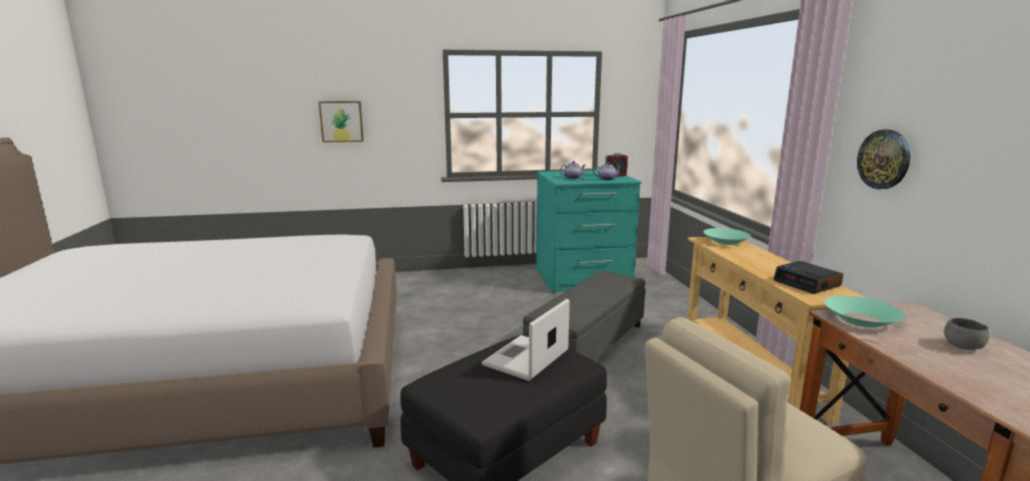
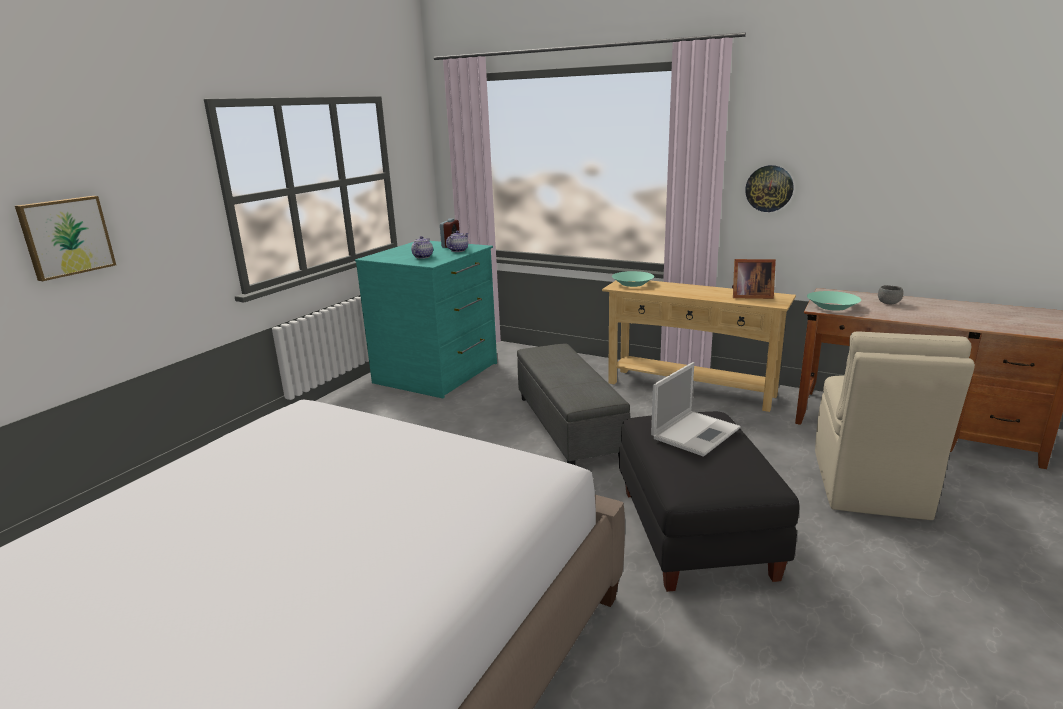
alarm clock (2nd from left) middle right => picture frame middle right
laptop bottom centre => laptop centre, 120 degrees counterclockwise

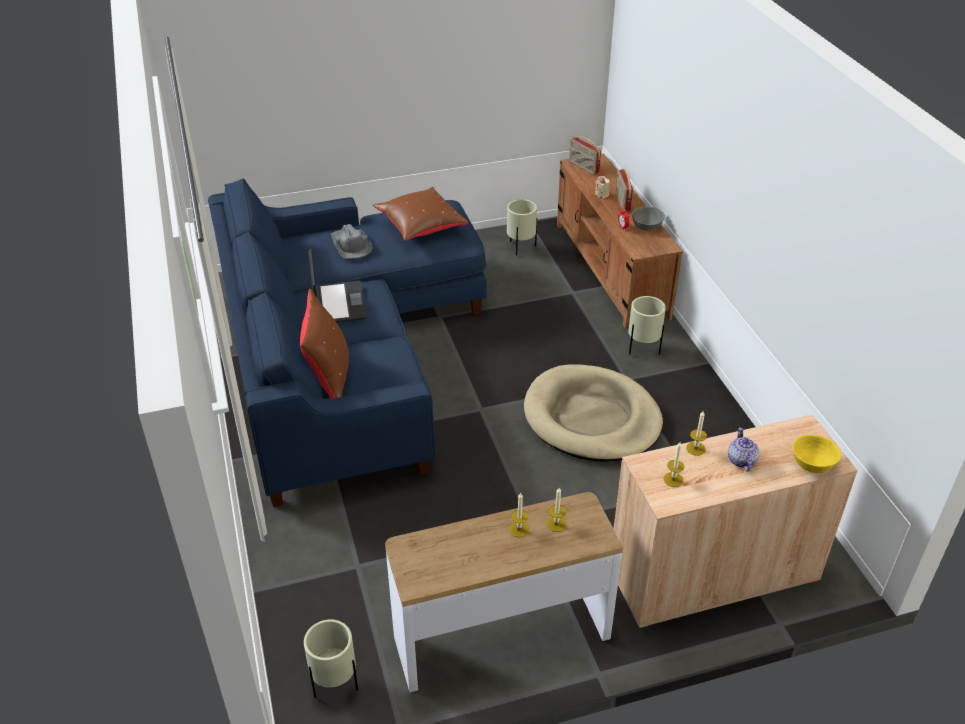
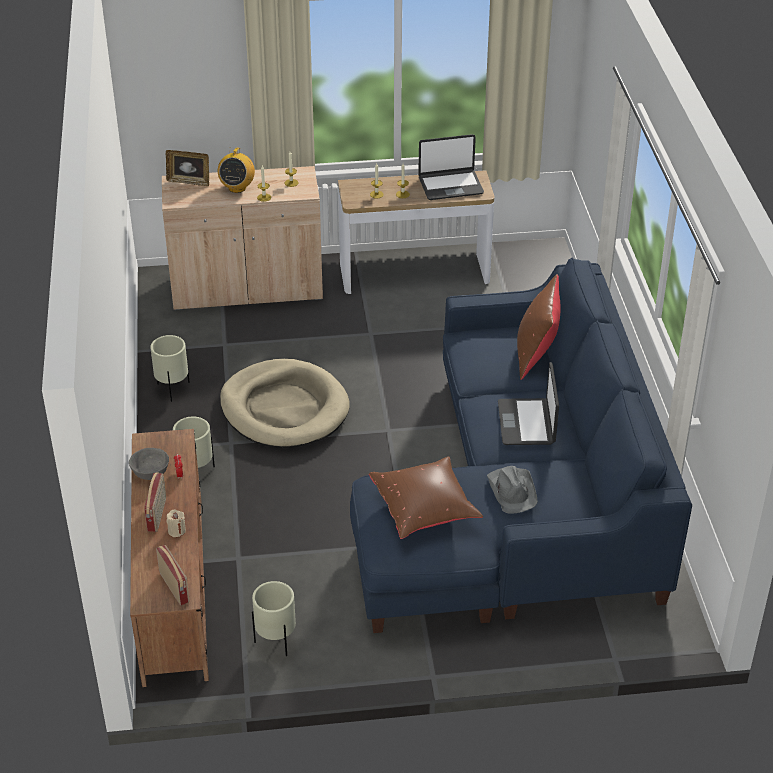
nothing => laptop (1st from left) top centre
planter (beige) (1st from left) bottom centre => planter (beige) (1st from left) middle left, move
teapot middle right => radio (3rd from left) top left
bowl (yellow) middle right => picture frame top left

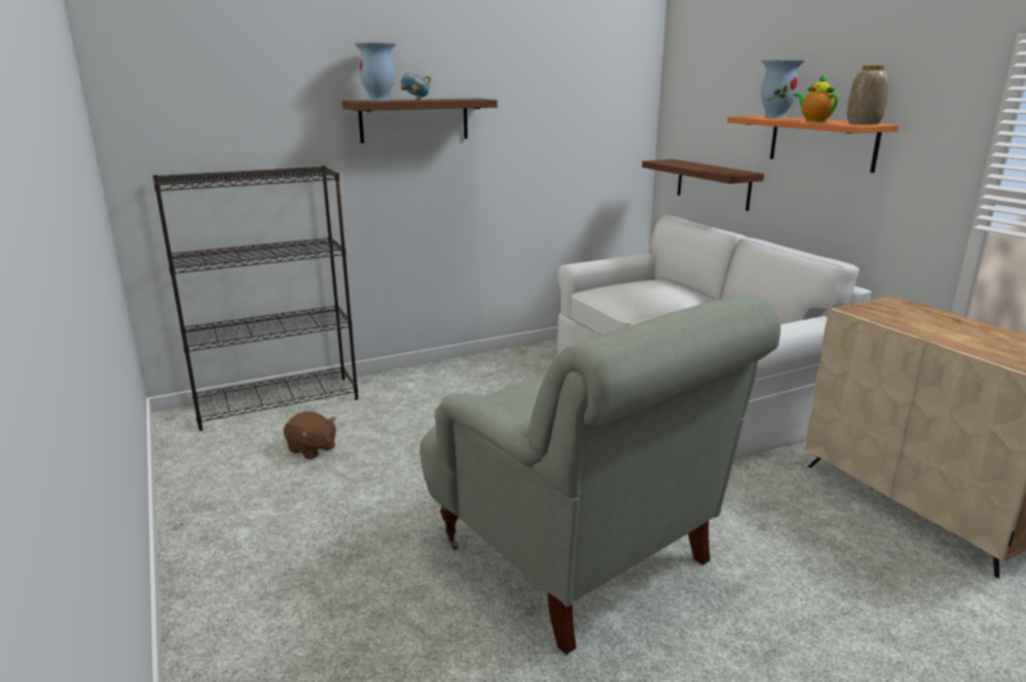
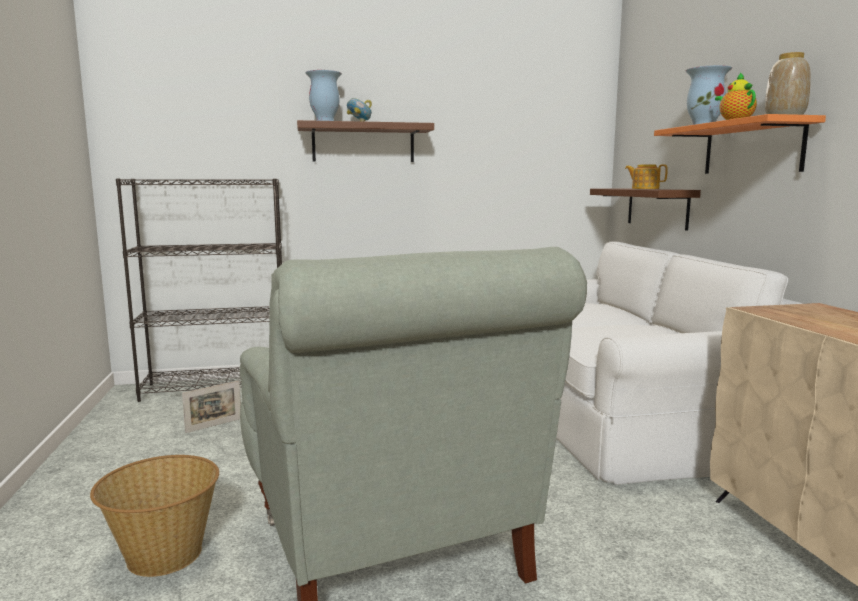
nothing => basket bottom left
nothing => teapot (1st from left) top right
plush toy (brown) middle left => picture frame bottom left

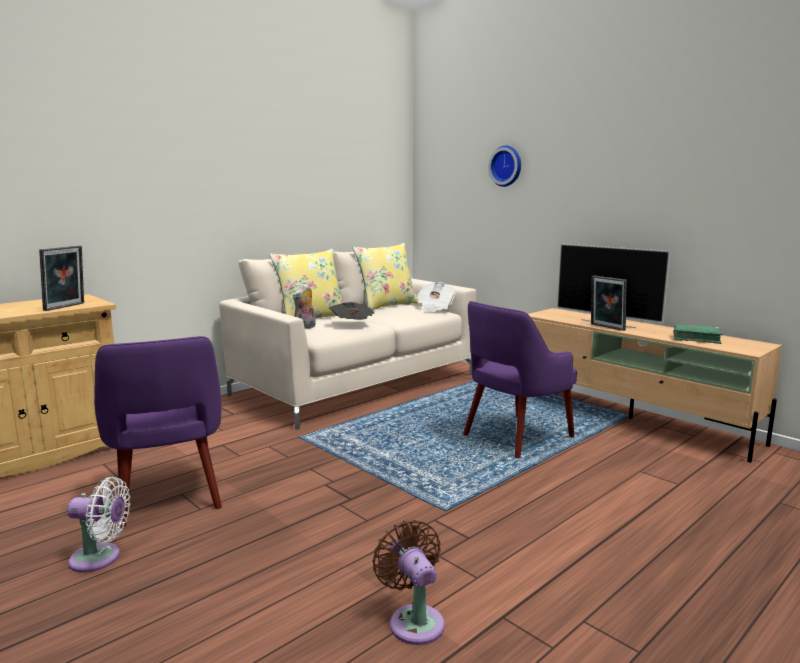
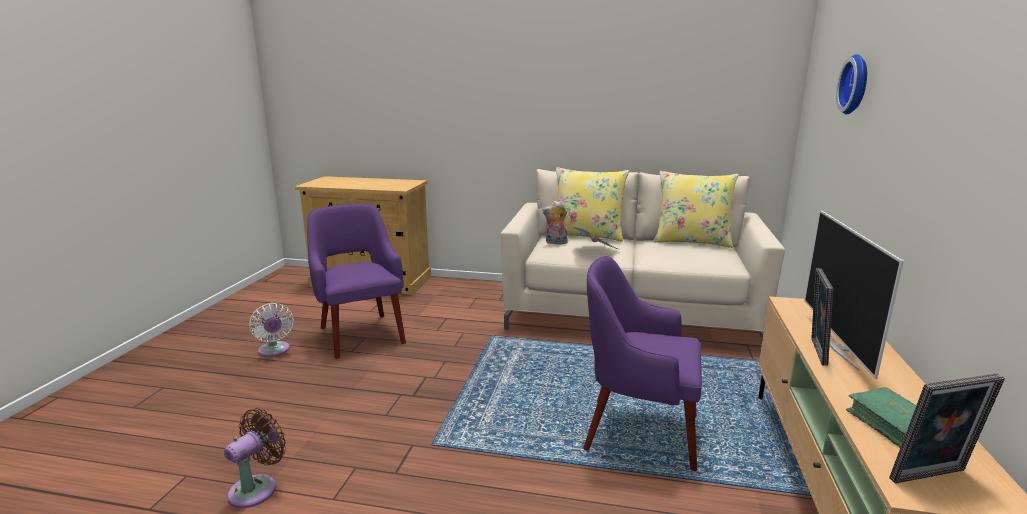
newspaper (2nd from left) centre => nothing
picture frame (1st from left in the first image) middle left => picture frame (2nd from left) bottom right, move
armchair (purple) (1st from left) middle left => armchair (purple) (1st from left) centre, 120 degrees clockwise

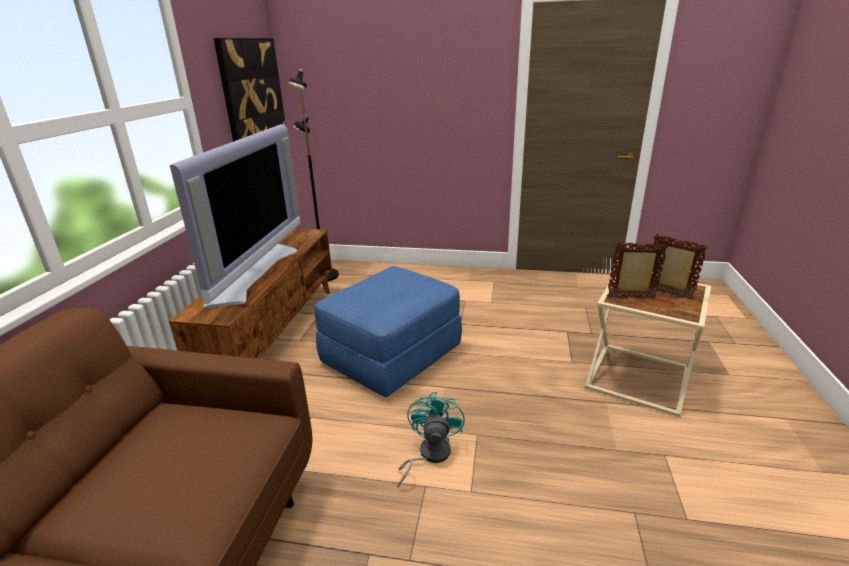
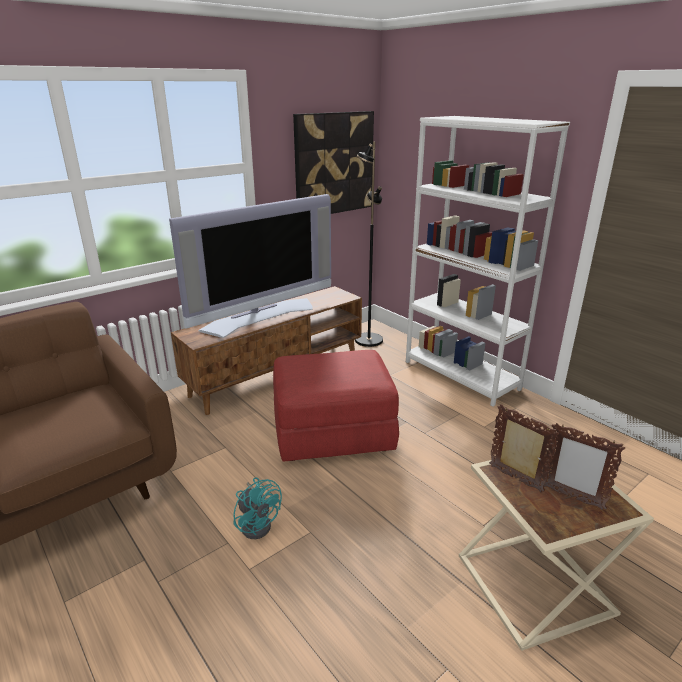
nothing => bookcase (white) middle right
ottoman (blue) centre => ottoman (red) centre
fan (turquoise) bottom centre, 90 degrees clockwise
picture frame (2nd from left) middle right => picture frame (2nd from left) bottom right, 135 degrees clockwise

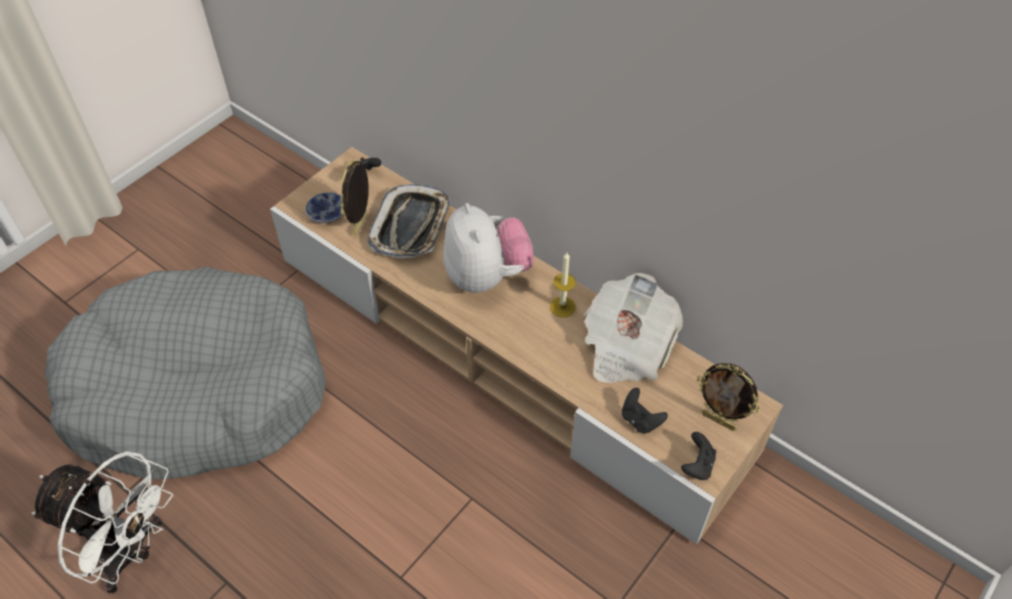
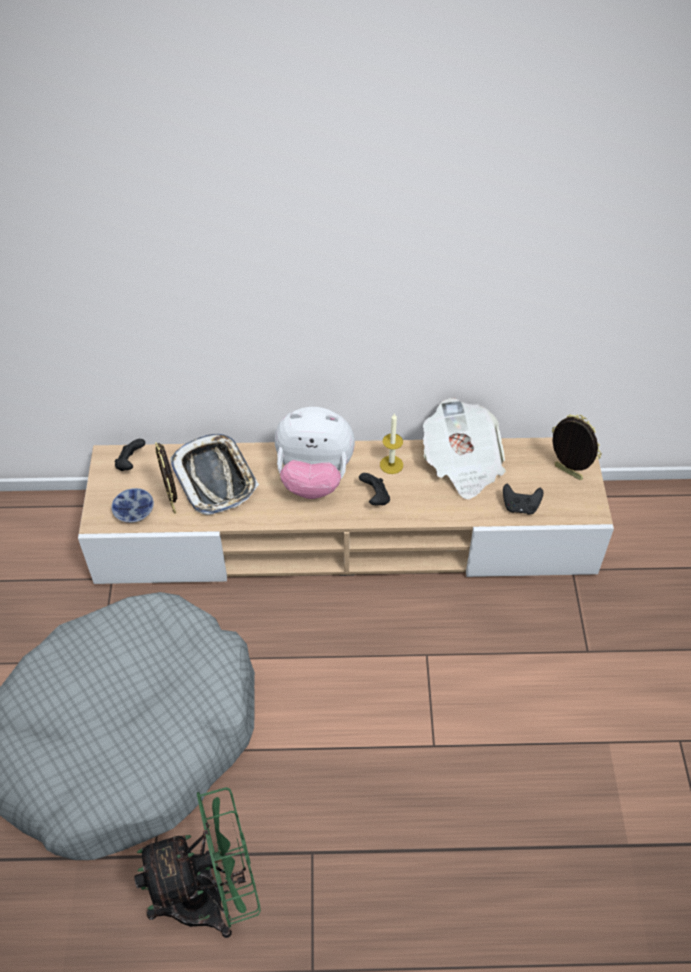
game controller (black) (3rd from left in the first image) bottom right => game controller (black) (2nd from left) centre, move
fan (white) bottom left => fan (green) bottom left
plush toy centre, 150 degrees clockwise
picture frame (2nd from left) middle right, 135 degrees counterclockwise

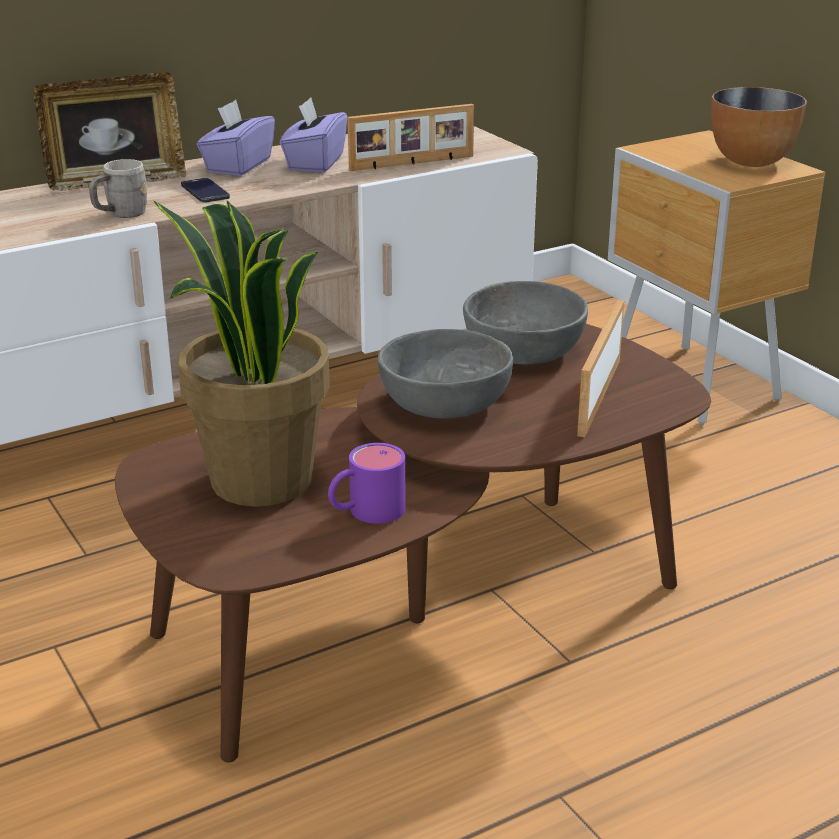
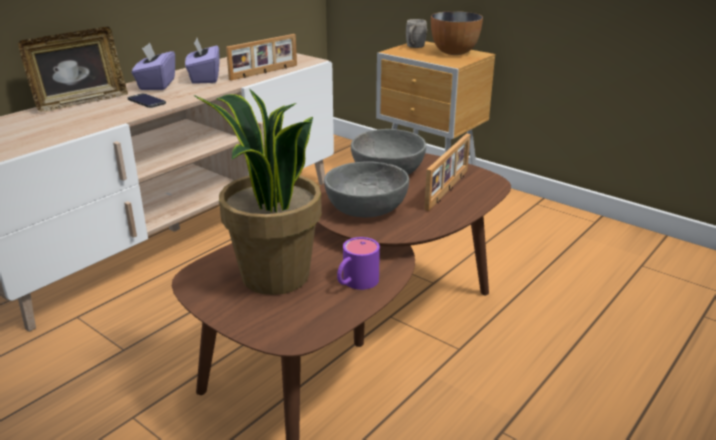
mug (grey) top left => mug (grey) top centre, move
picture frame (3rd from left) middle right => picture frame (3rd from left) centre, 150 degrees counterclockwise

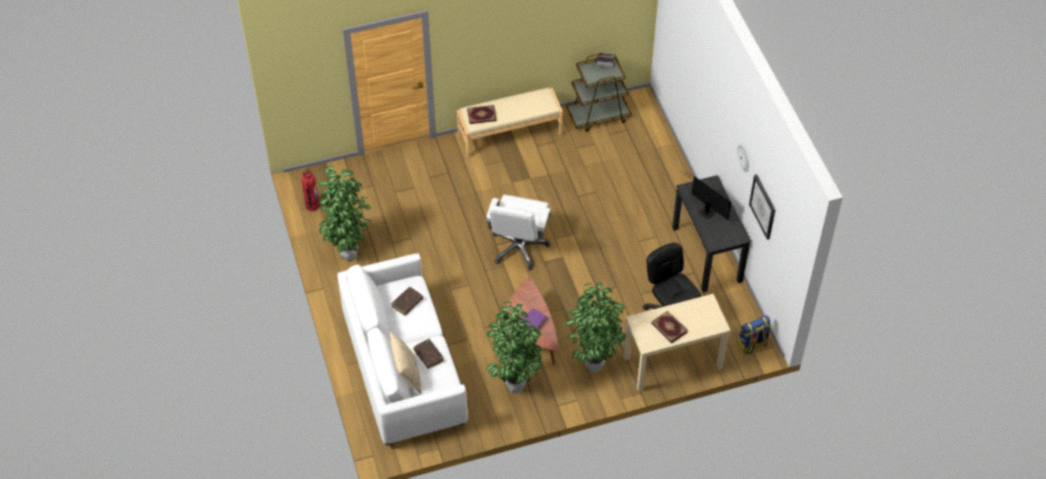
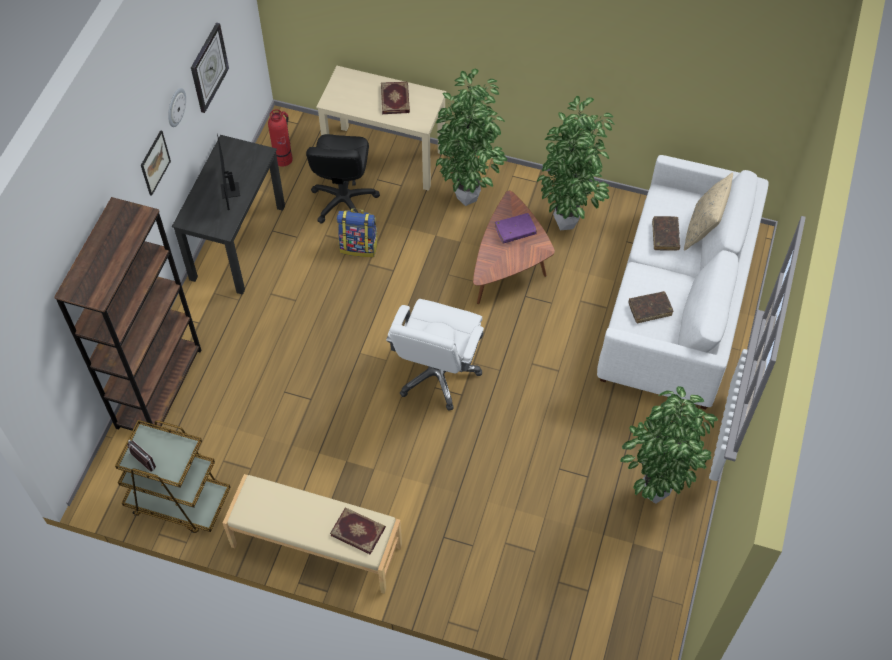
nothing => bookcase (brown) middle left
nothing => picture top left
fire extinguisher middle left => fire extinguisher top left, move
backpack bottom right => backpack centre, move
office chair (white) centre, 150 degrees clockwise

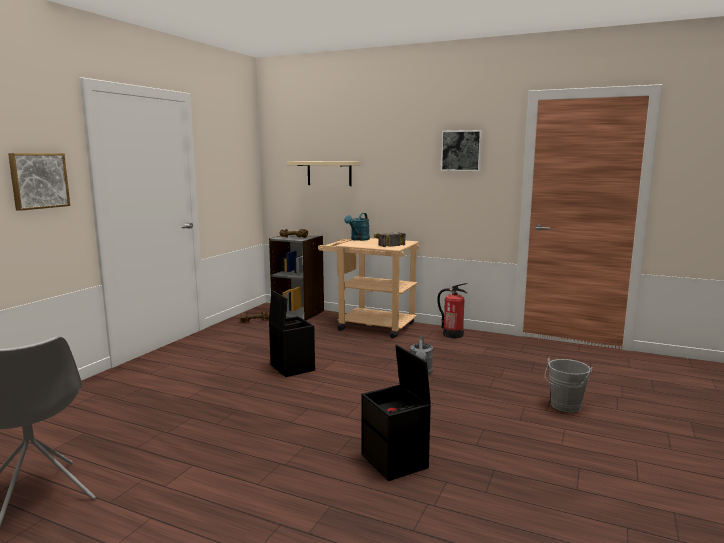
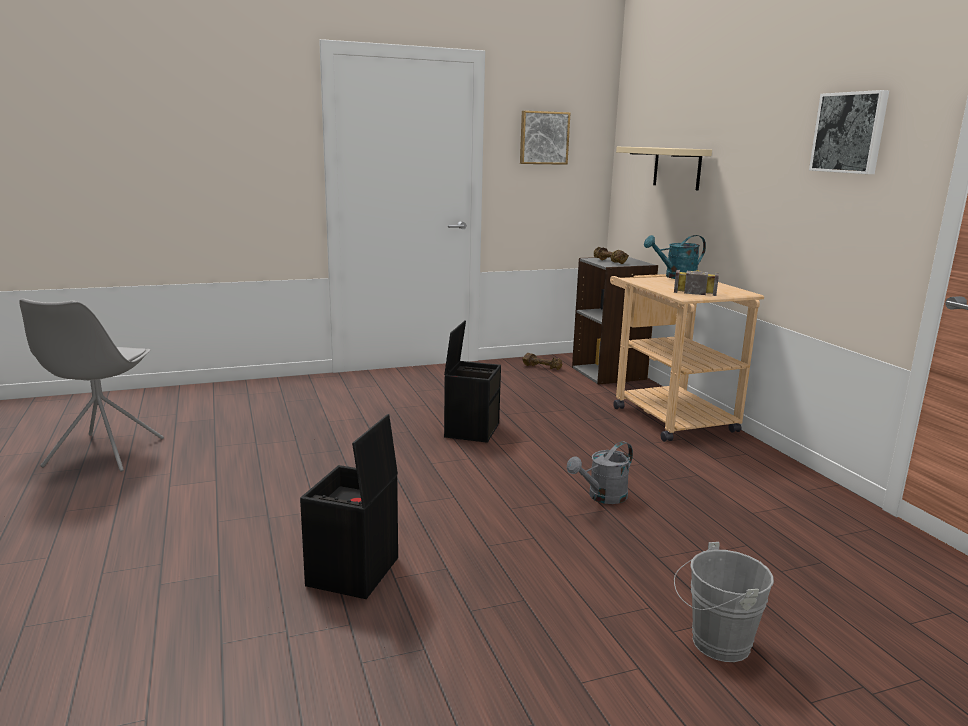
fire extinguisher centre => nothing
picture (1st from left) middle left => picture (1st from left) top centre, move

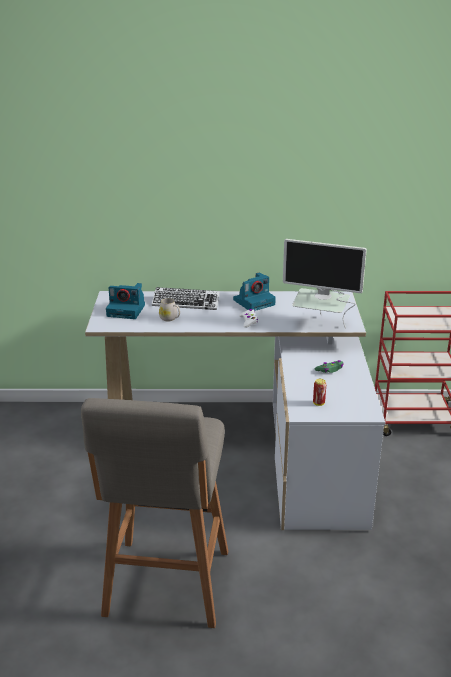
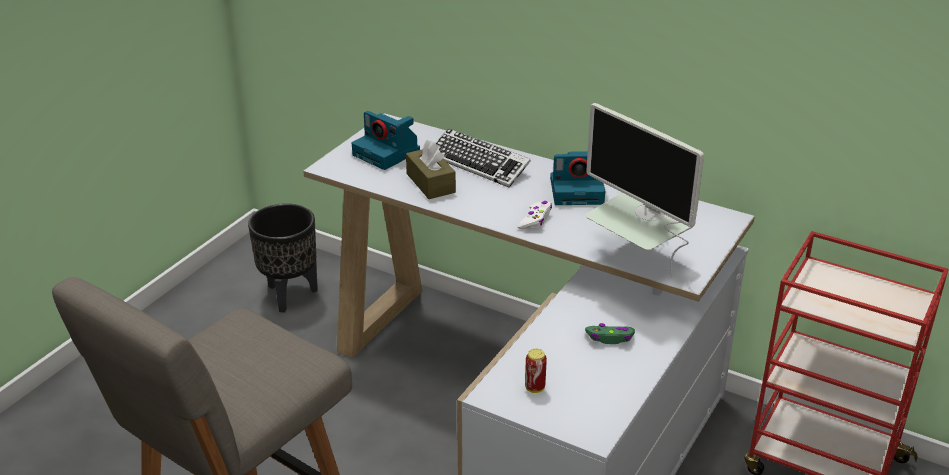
nothing => planter (black) middle left
mug (white) centre => tissue box (brown) centre

